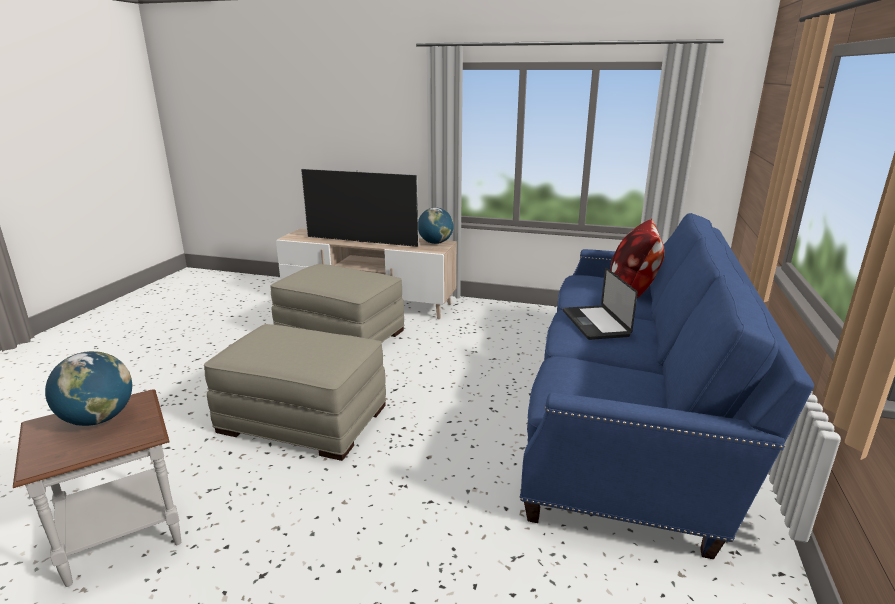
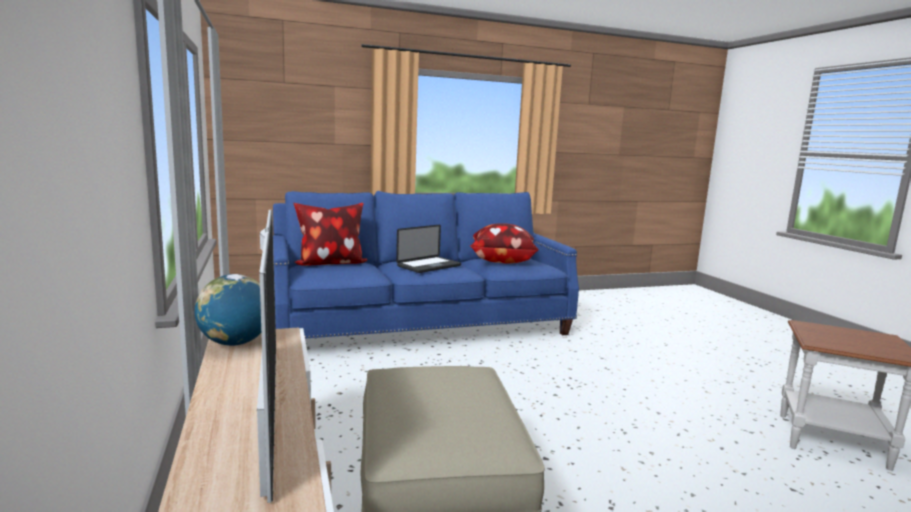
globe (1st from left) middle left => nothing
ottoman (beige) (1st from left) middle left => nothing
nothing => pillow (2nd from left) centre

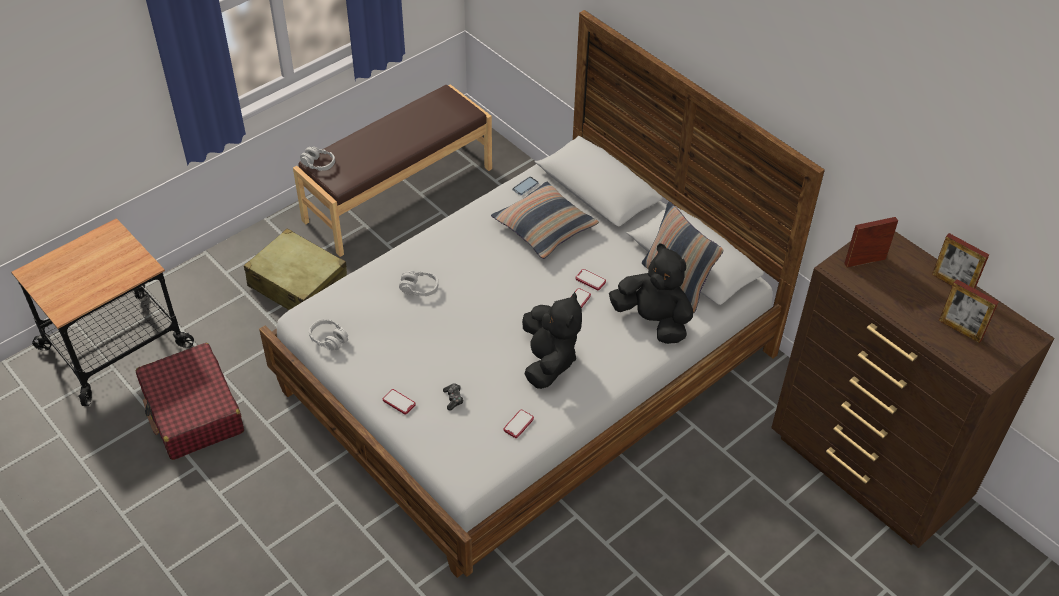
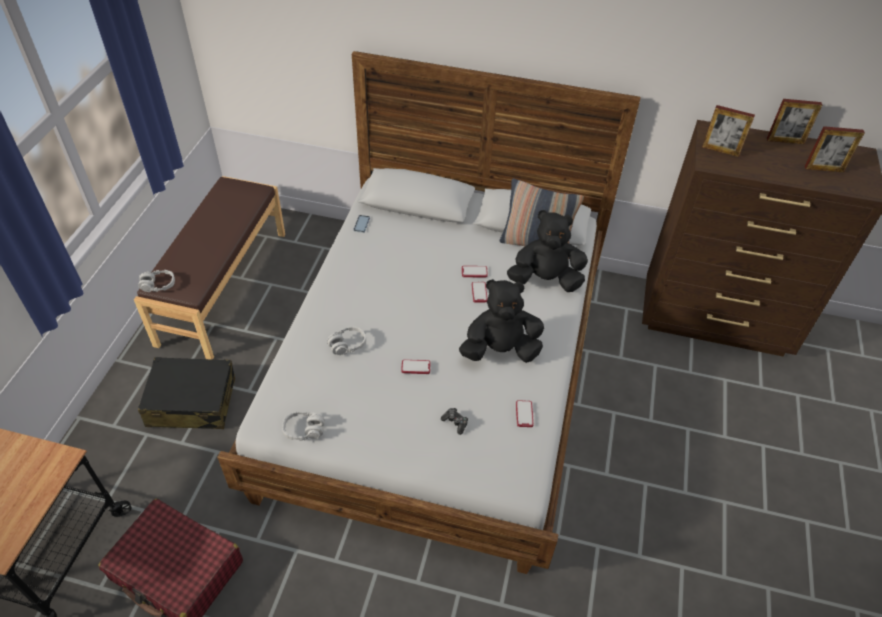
pillow (1st from left) centre => nothing
phone (1st from left in the first image) bottom centre => phone (2nd from left) centre, move
suitcase (beige) middle left => suitcase (black) middle left
plush toy (black) (1st from left) centre, 60 degrees counterclockwise
picture frame (1st from left) middle right => picture frame (1st from left) top right, 105 degrees counterclockwise

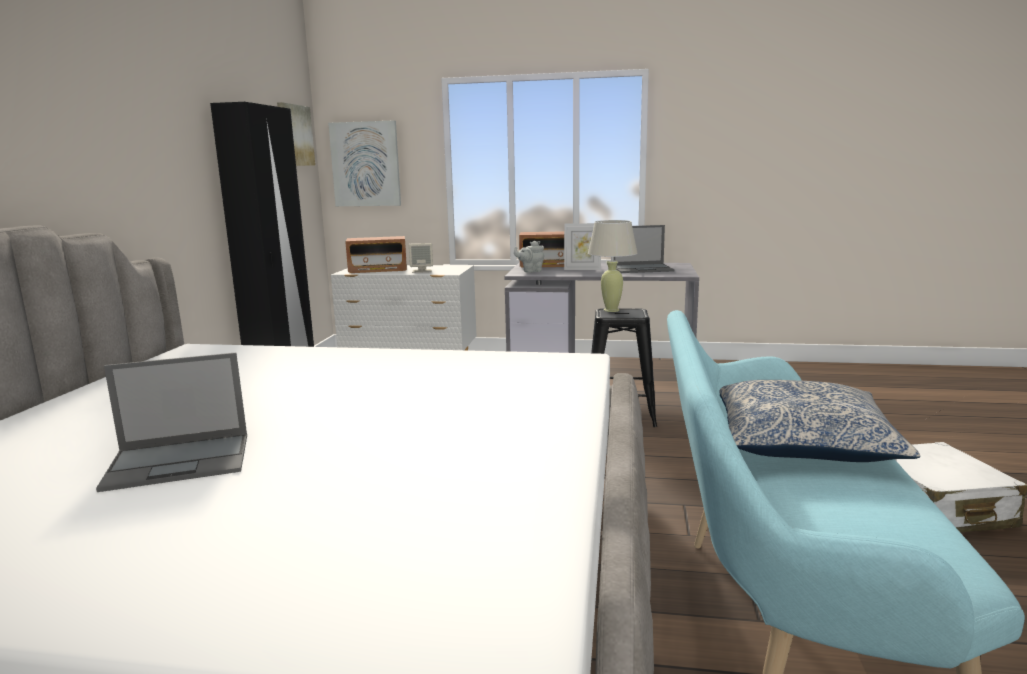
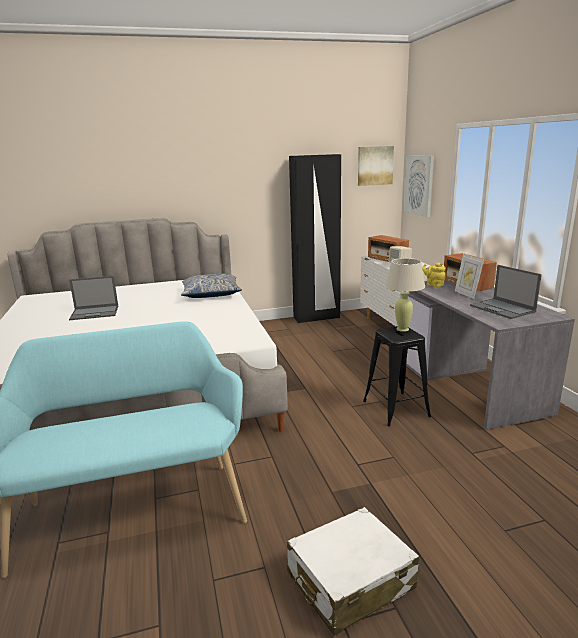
pillow middle right => pillow centre, move
teapot (grey) centre => teapot (yellow) middle right
laptop (1st from left) middle left, 60 degrees counterclockwise

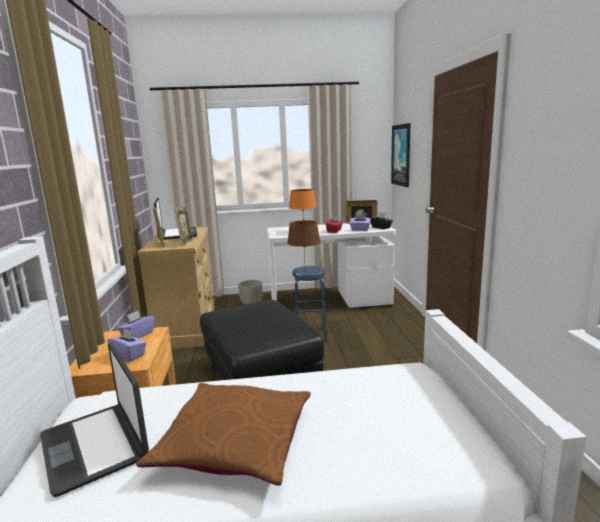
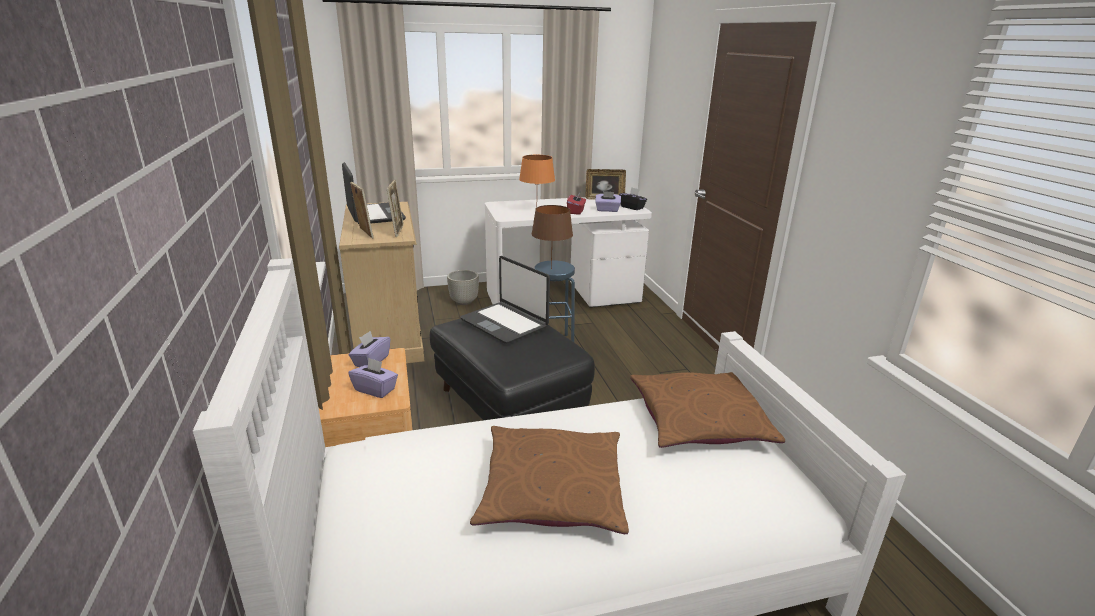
picture top right => nothing
nothing => pillow (brown) (2nd from left) centre
laptop (1st from left in the first image) bottom left => laptop (2nd from left) centre, move

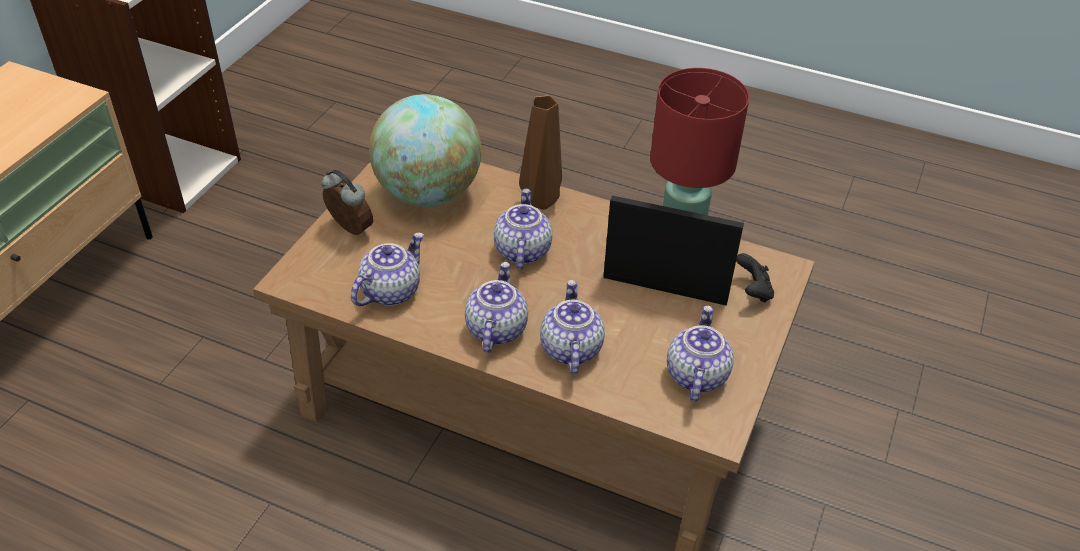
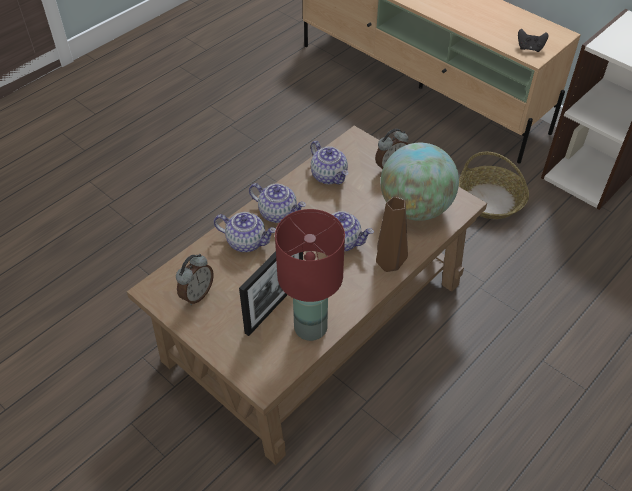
nothing => basket middle right
game controller (black) middle right => game controller (black) top right, move
teapot (5th from left) centre => alarm clock (1st from left) middle left

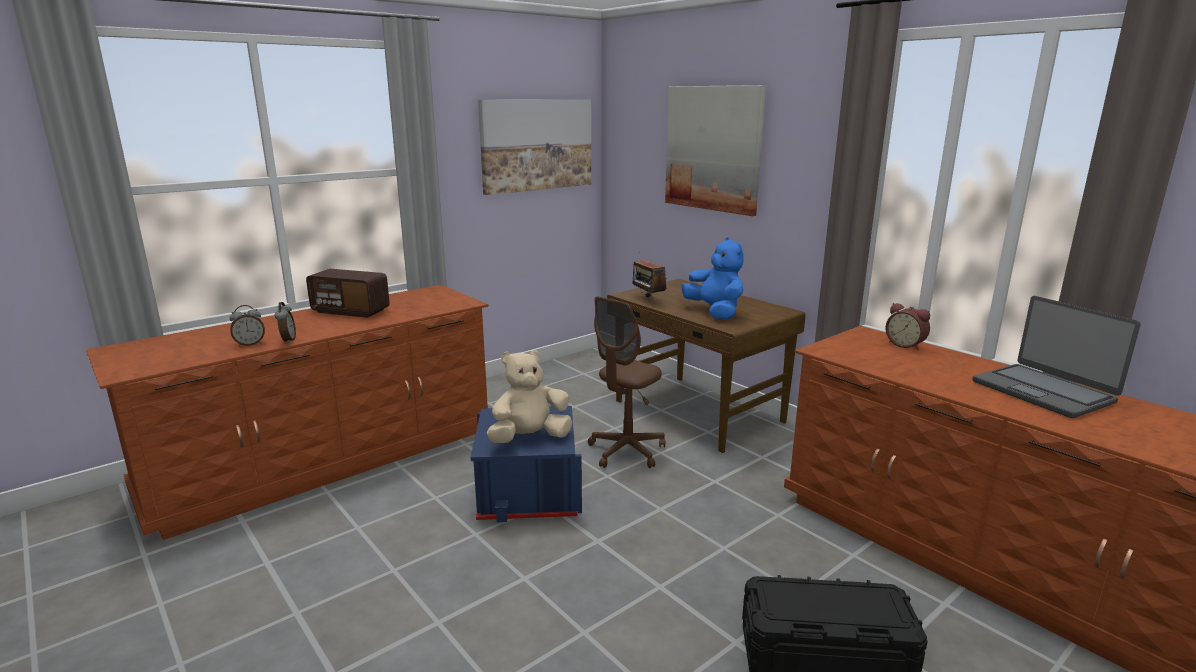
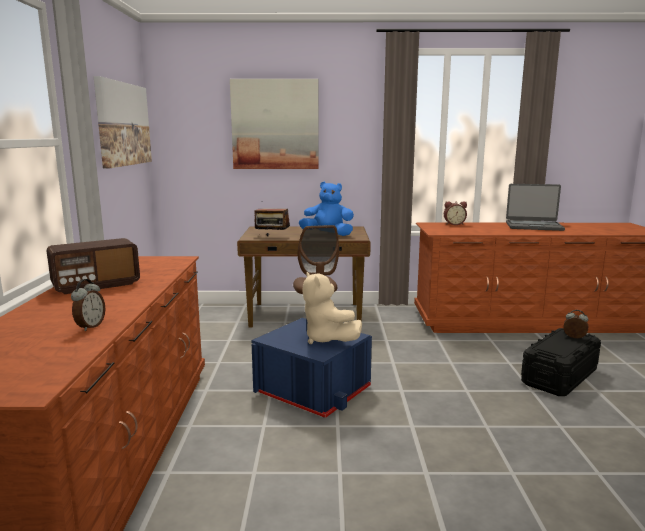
alarm clock (2nd from left in the first image) middle left => alarm clock (3rd from left) middle right, move
plush toy (beige) centre, 45 degrees counterclockwise

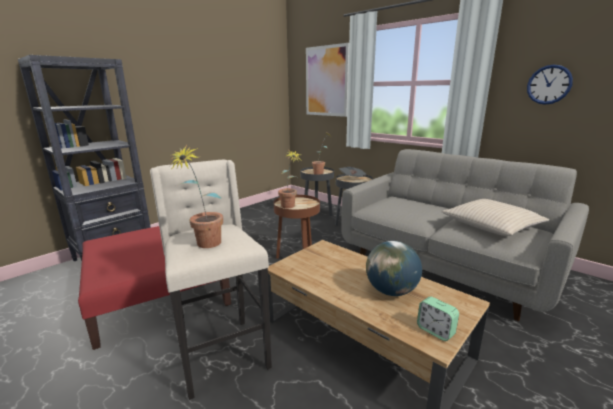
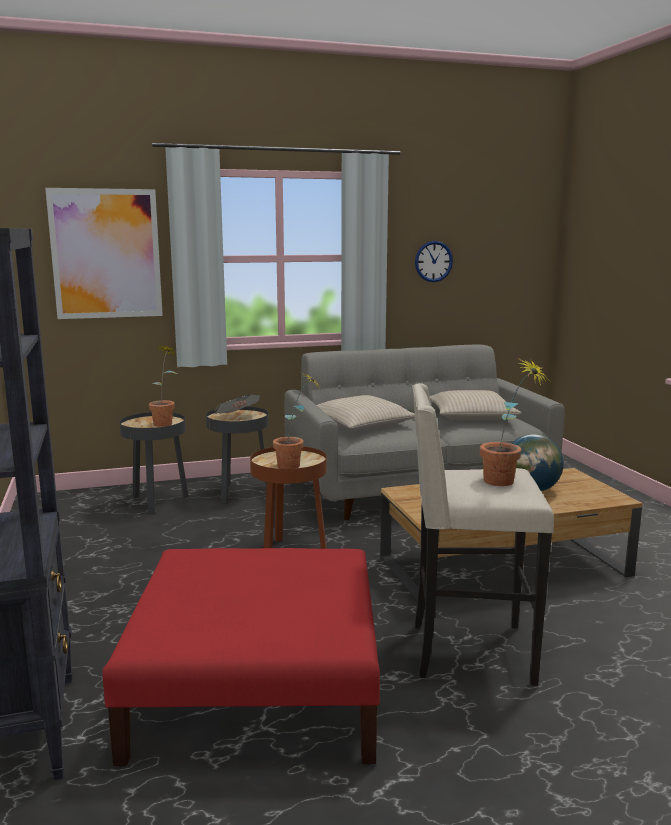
alarm clock bottom right => nothing
nothing => pillow (beige) (1st from left) centre

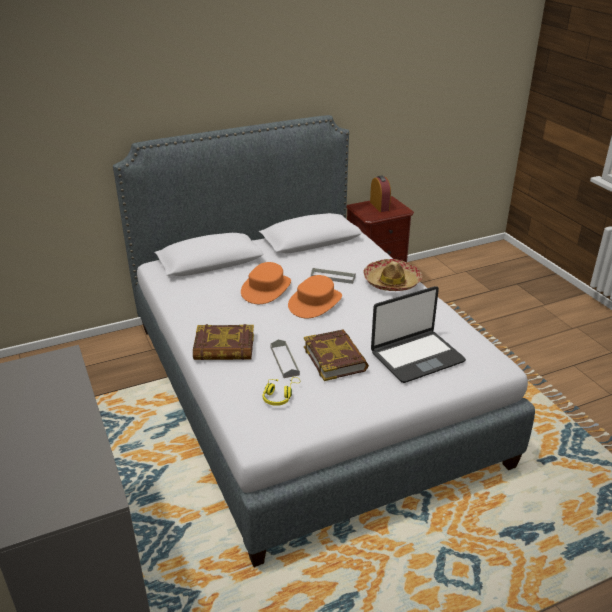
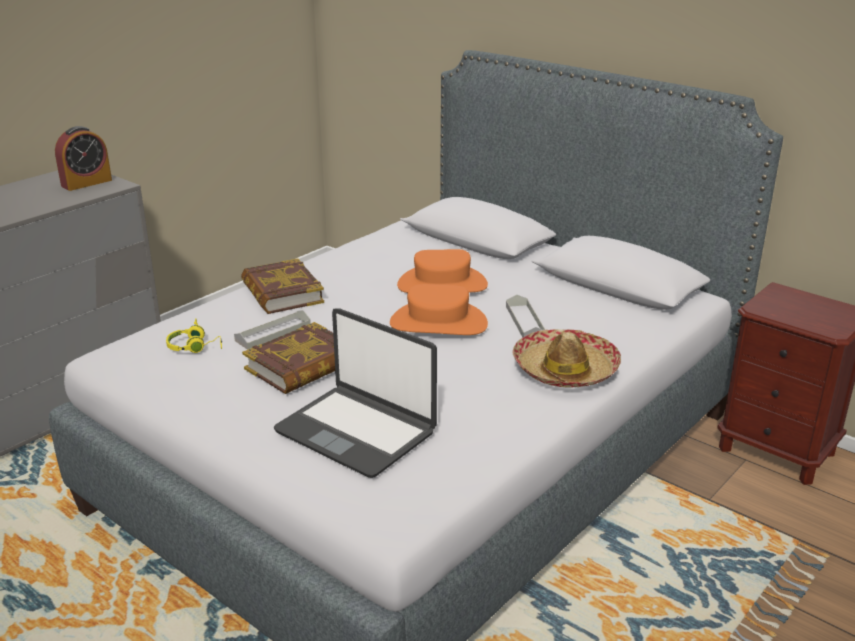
alarm clock top centre => alarm clock top left, move

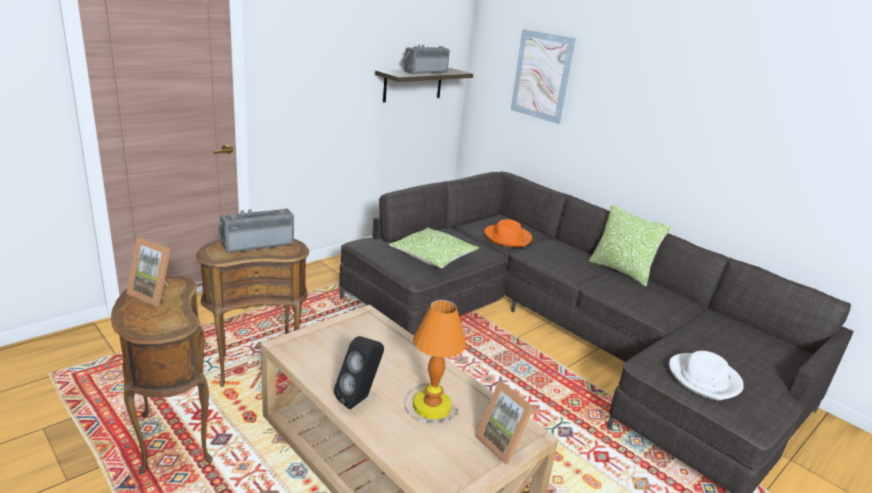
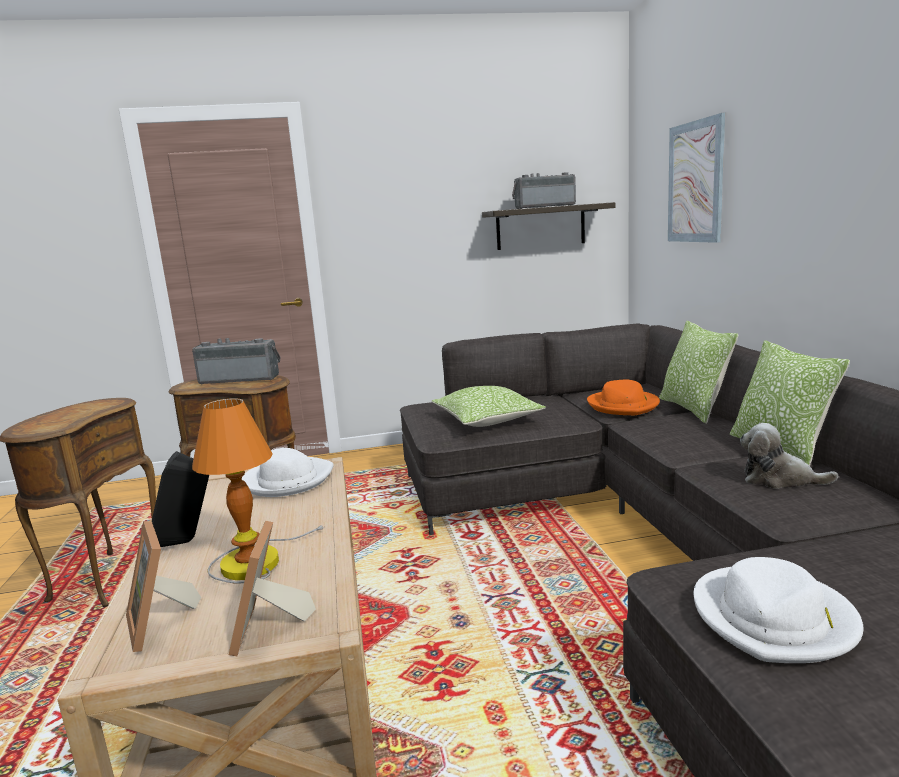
nothing => hat (white) (1st from left) middle left
nothing => pillow (2nd from left) middle right
nothing => plush toy middle right
picture frame (1st from left) middle left => picture frame (1st from left) bottom left, move

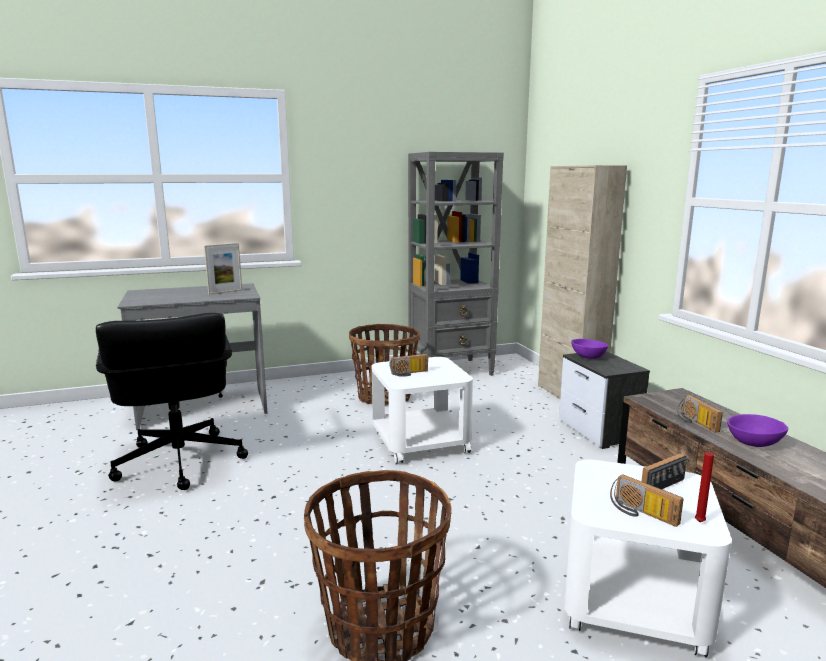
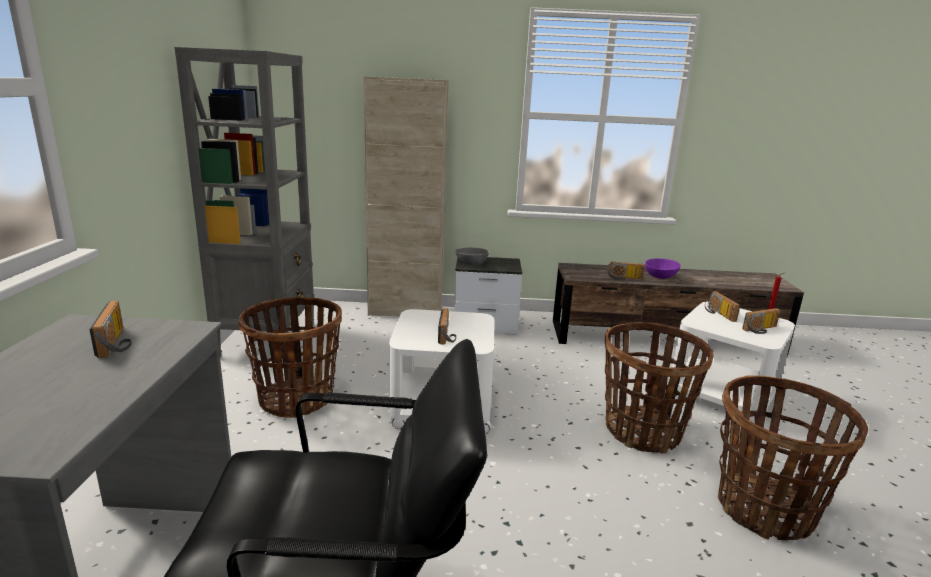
nothing => basket (2nd from left) bottom right
picture frame middle left => radio (1st from left) middle left
bowl (purple) (1st from left) middle right => bowl (grey) centre

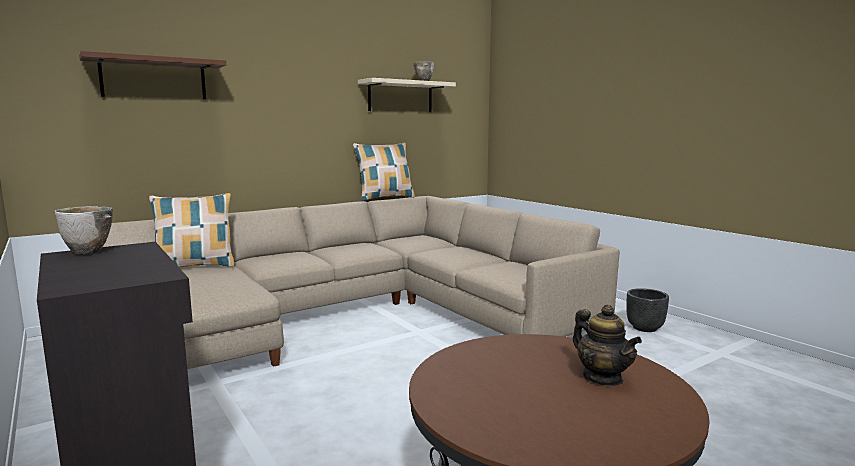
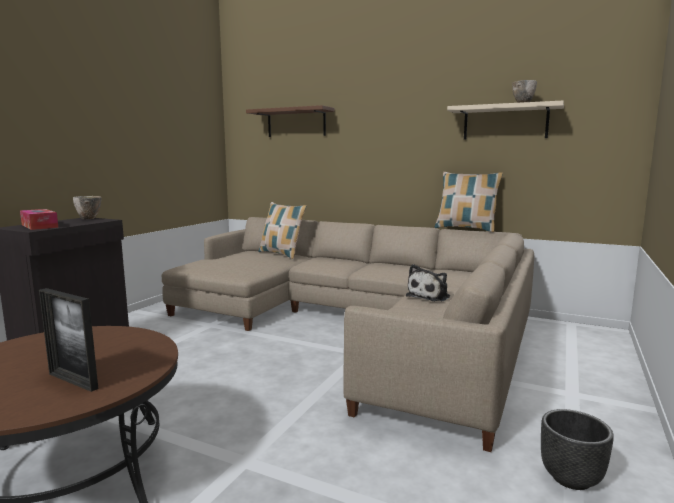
nothing => tissue box middle left
nothing => plush toy centre
teapot bottom right => picture frame bottom left

